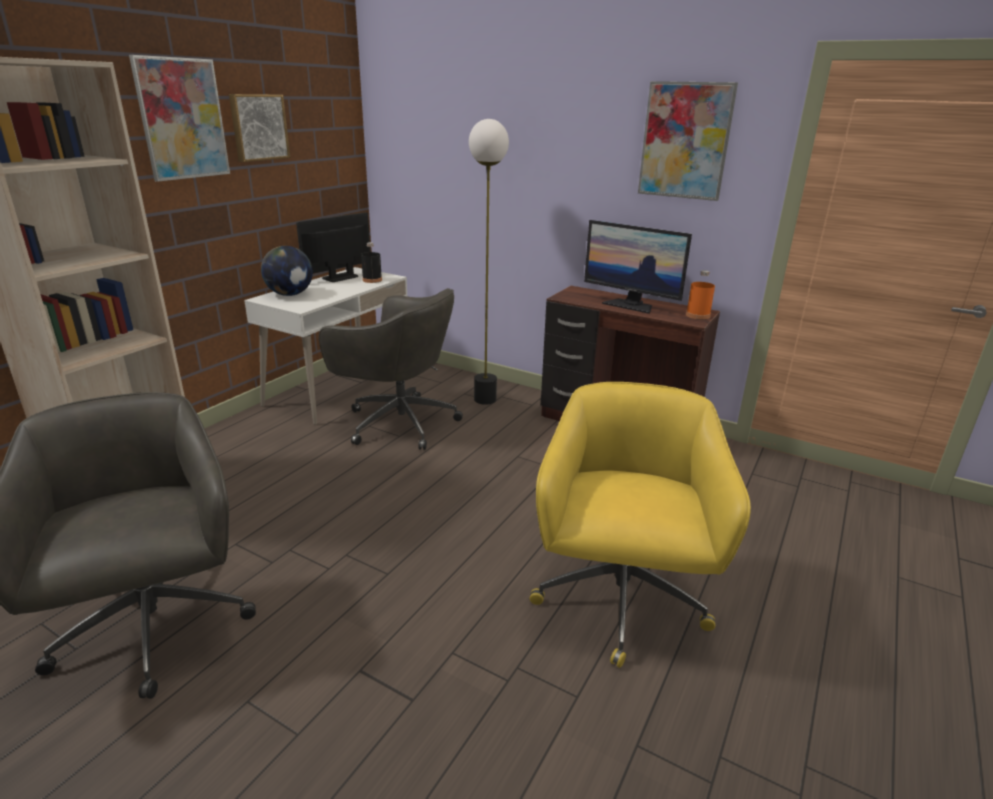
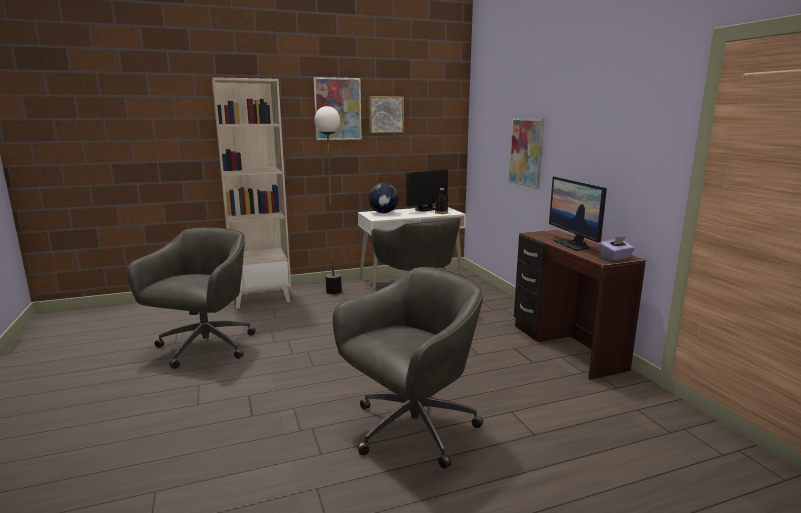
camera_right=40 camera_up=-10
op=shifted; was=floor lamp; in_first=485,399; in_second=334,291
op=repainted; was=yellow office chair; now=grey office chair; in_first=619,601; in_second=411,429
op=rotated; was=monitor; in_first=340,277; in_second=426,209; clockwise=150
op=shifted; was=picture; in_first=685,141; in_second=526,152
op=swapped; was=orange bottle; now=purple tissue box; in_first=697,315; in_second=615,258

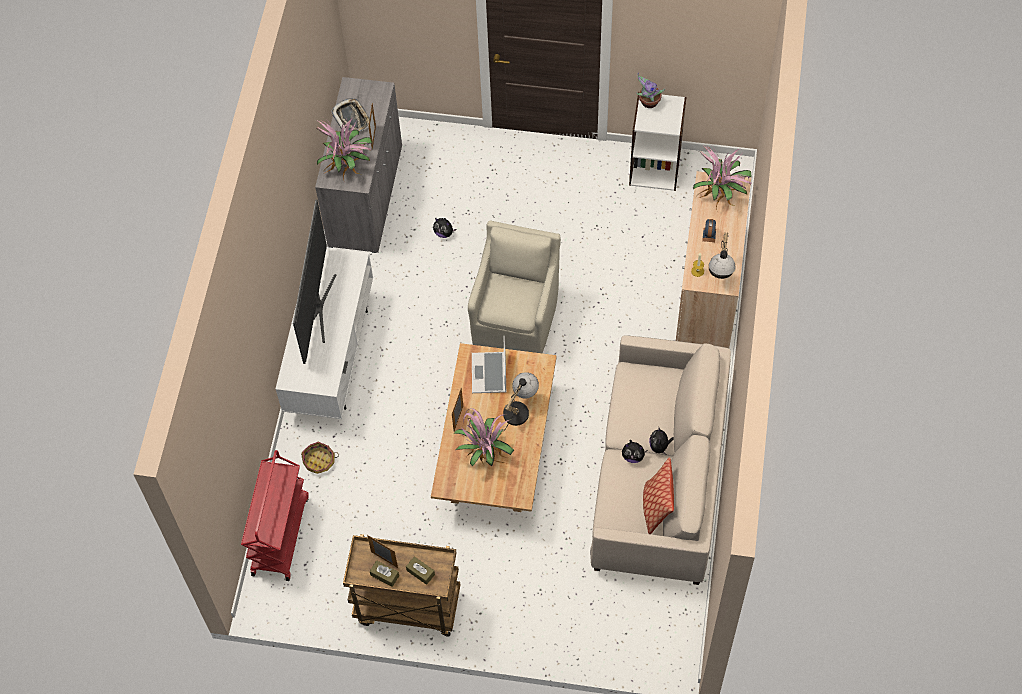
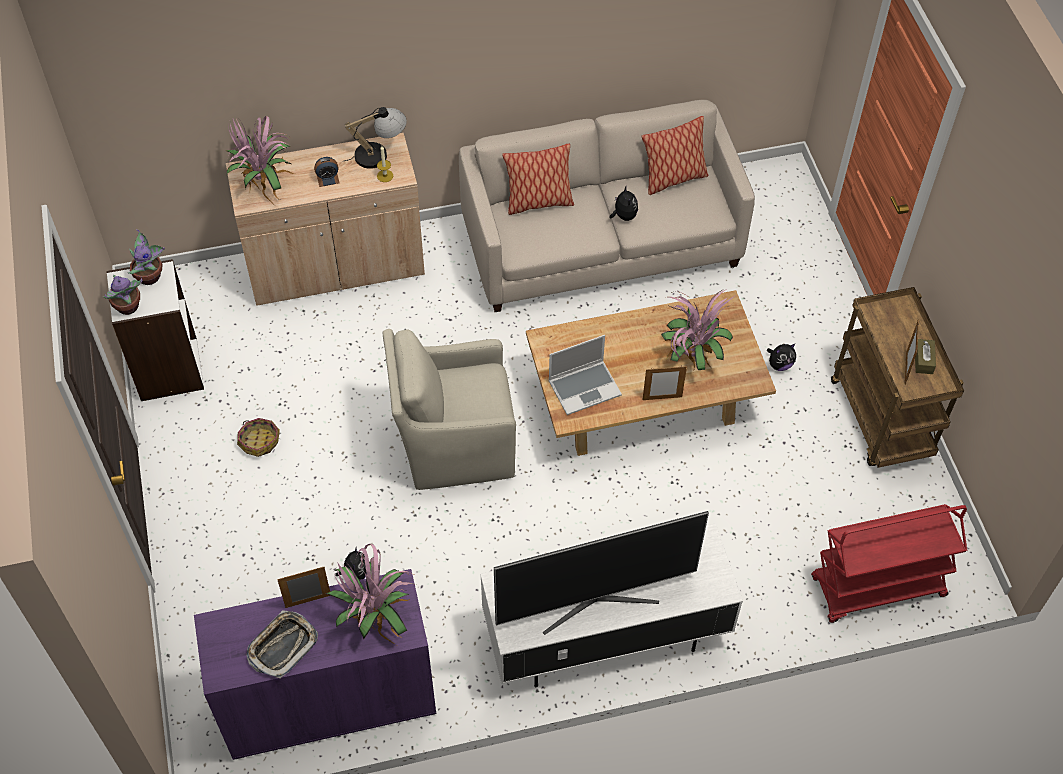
camera_right=-115 camera_up=-5
op=new; now=potted plant; in_second=150,276
op=repainted; was=grey cabinet; now=purple cabinet; in_first=366,196; in_second=329,700
op=shifted; was=basket; in_first=319,461; in_second=259,441
op=new; now=pillow; in_second=538,202
op=shifted; was=plush toy; in_first=659,446; in_second=779,365
op=gone; was=brown tissue box; in_first=420,572
op=gone; was=table lamp; in_first=520,408

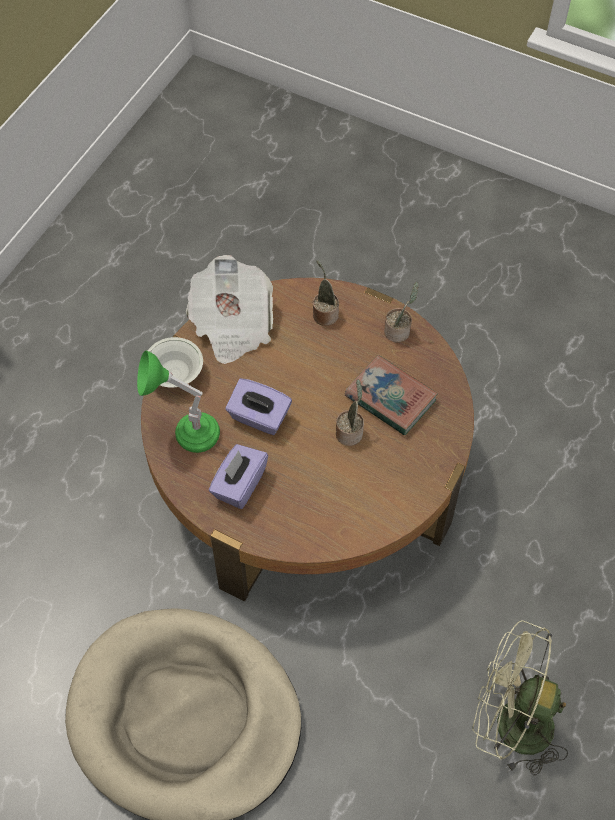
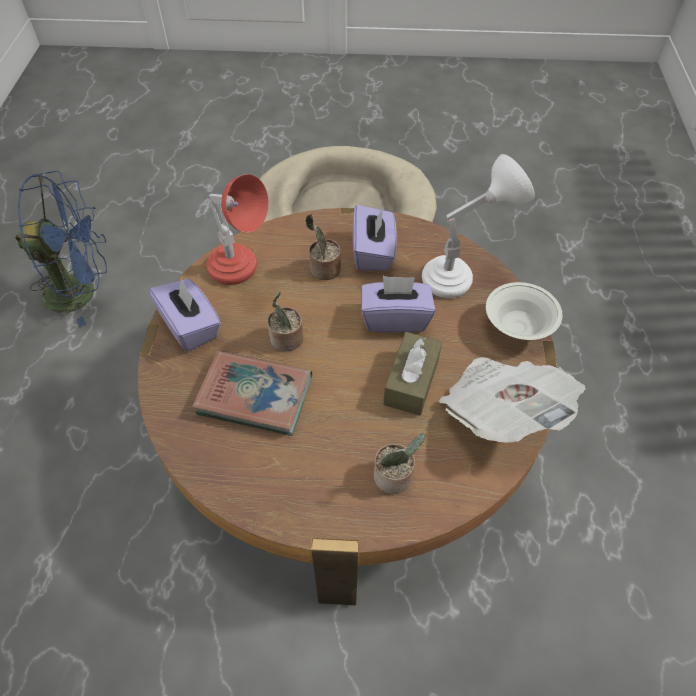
camera_right=155 camera_up=-5
op=repainted; was=green fan; now=blue fan; in_first=510,724; in_second=82,291
op=new; now=purple tissue box; in_second=190,326
op=new; now=red table lamp; in_second=241,276
op=shifted; was=potted plant; in_first=399,331; in_second=323,270
op=new; now=brown tissue box; in_second=411,381
op=repainted; was=green table lamp; now=white table lamp; in_first=184,432; in_second=461,277

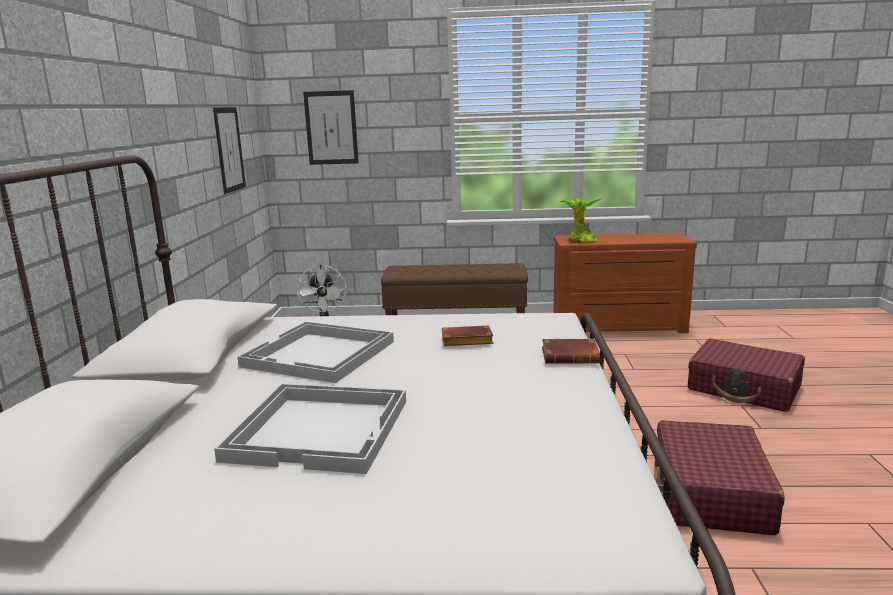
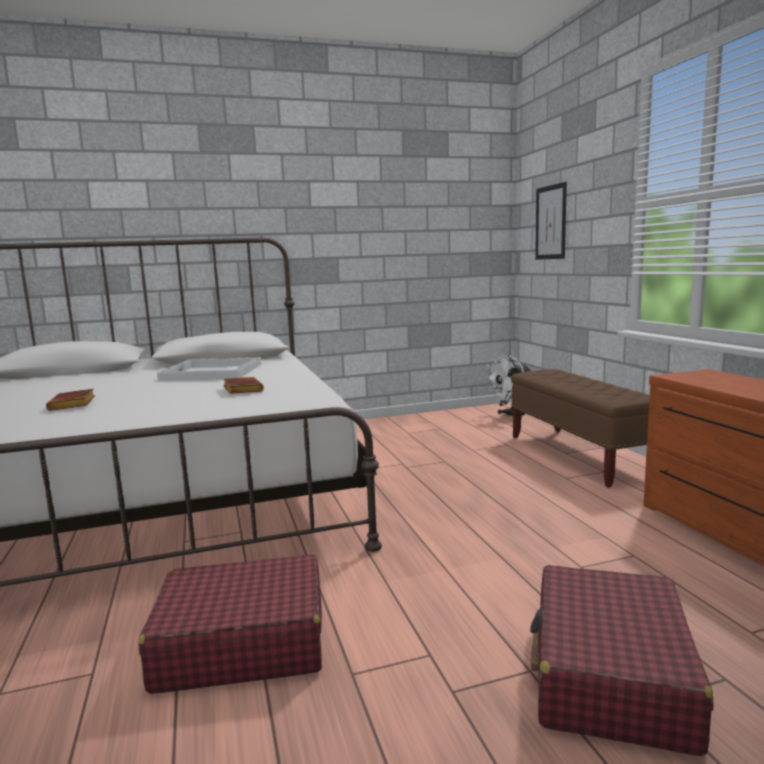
camera_right=70 camera_up=-5
op=shifted; was=brown book; in_first=571,356; in_second=74,405
op=gone; was=picture; in_first=229,149
op=gone; was=white tray; in_first=321,429
op=gone; was=potted plant; in_first=580,240

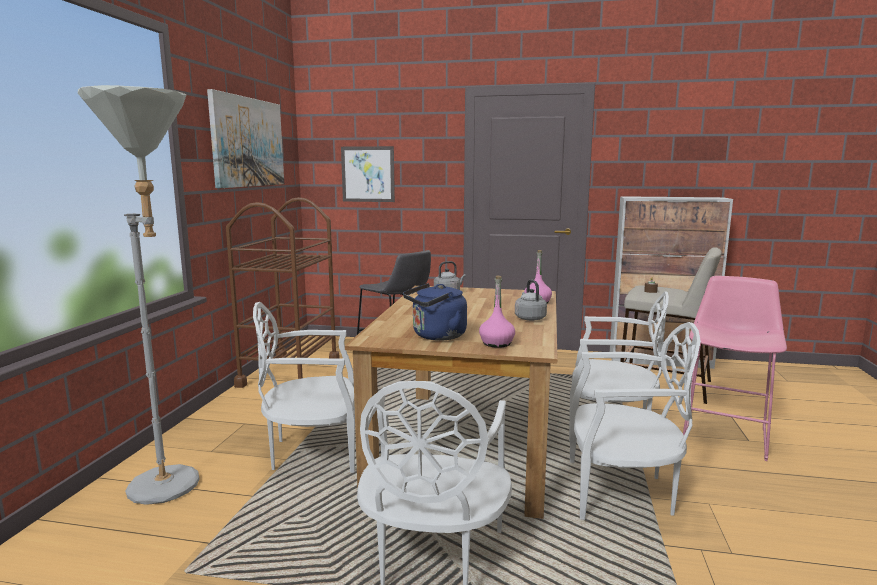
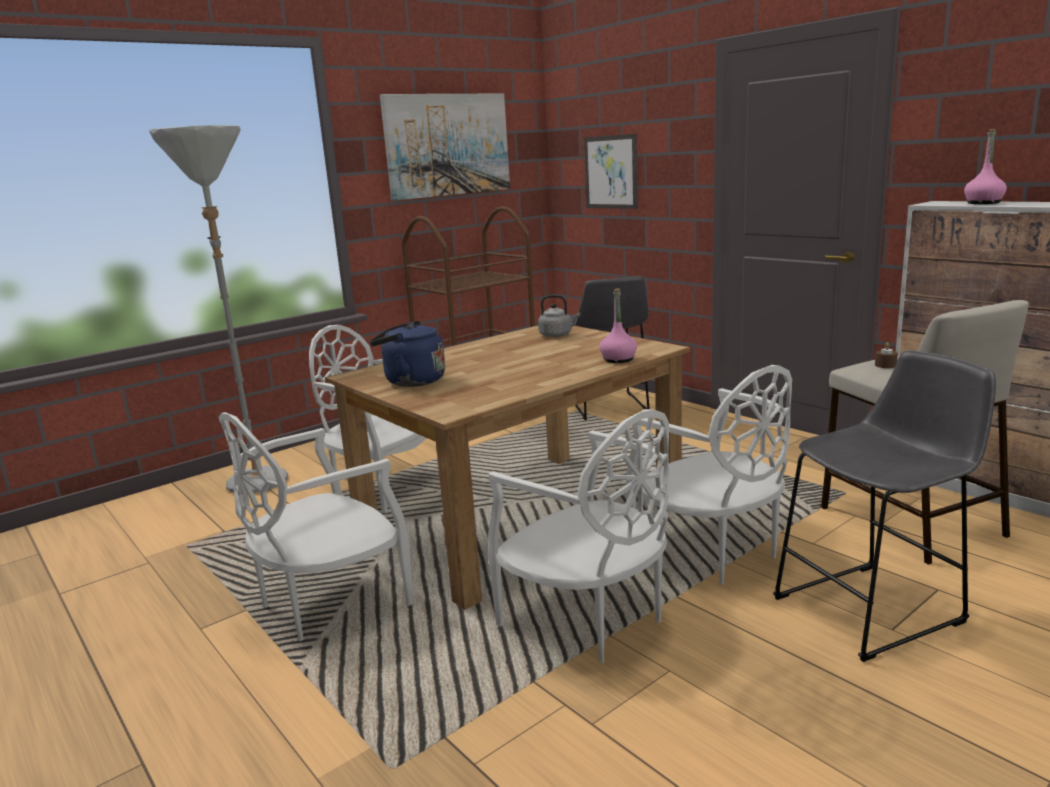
camera_right=40 camera_up=5
op=repainted; was=pink stool; now=grey stool; in_first=726,432; in_second=876,608
op=shifted; was=pink bottle; in_first=497,343; in_second=983,203
op=gone; was=grey kettle; in_first=529,318

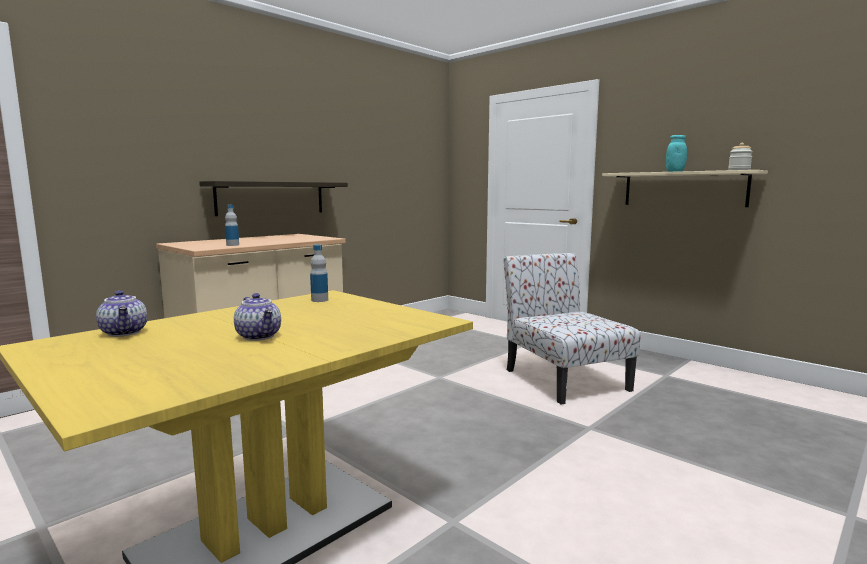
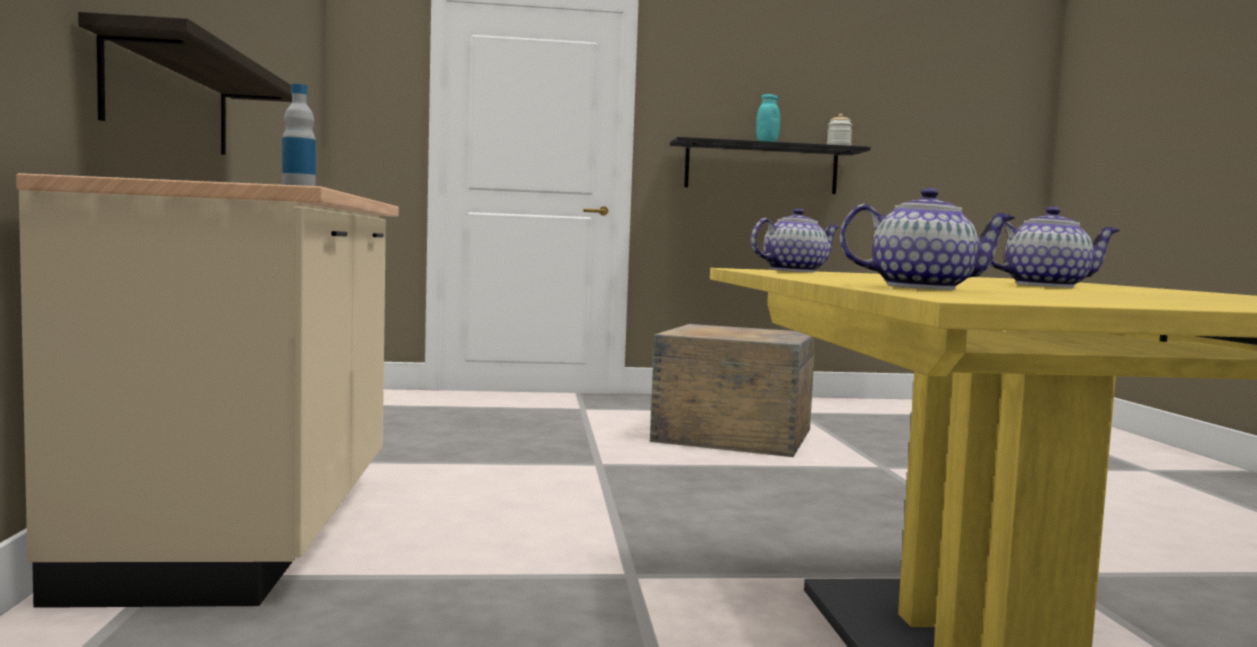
camera_right=-50 camera_up=-5
op=swapped; was=chair; now=crate; in_first=563,379; in_second=732,434
op=repainted; was=beige shelf; now=black shelf; in_first=683,189; in_second=761,168
op=swapped; was=bottle; now=teapot; in_first=319,300; in_second=793,271

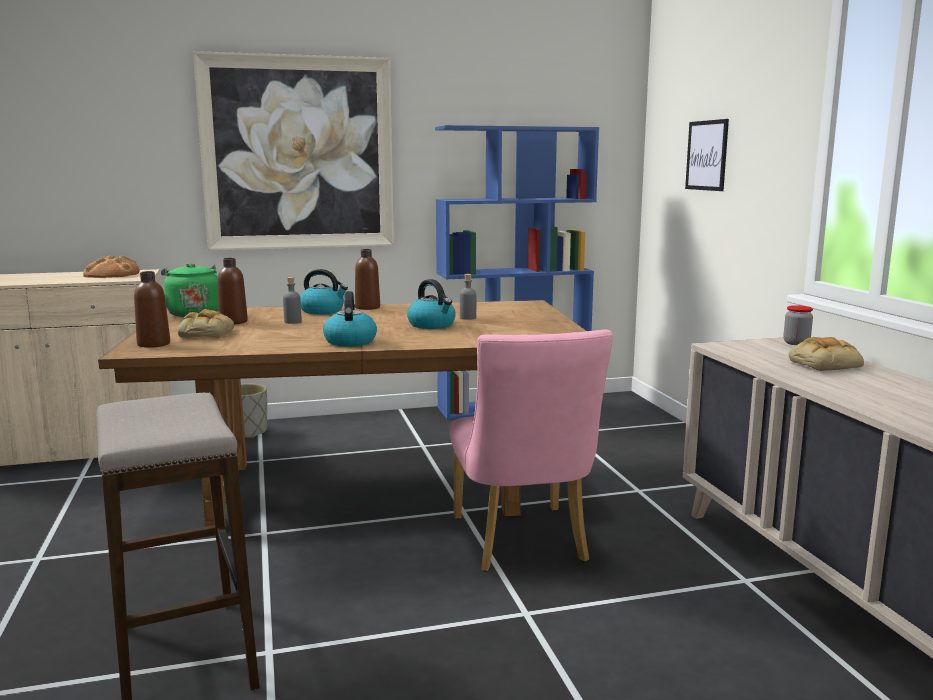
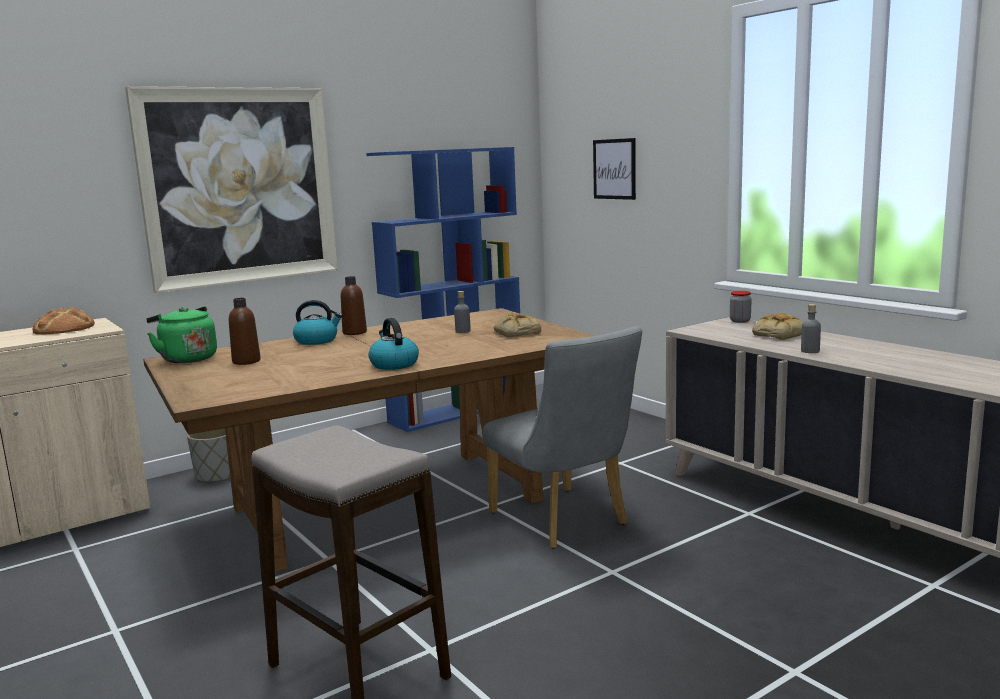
camera_right=-20 camera_up=0
op=repainted; was=pink chair; now=grey chair; in_first=522,544; in_second=565,521
op=shifted; was=bread; in_first=206,333; in_second=516,332
op=shifted; was=grey bottle; in_first=292,322; in_second=810,351
op=gone; was=brown bottle; in_first=153,344
op=gone; was=kettle; in_first=432,325

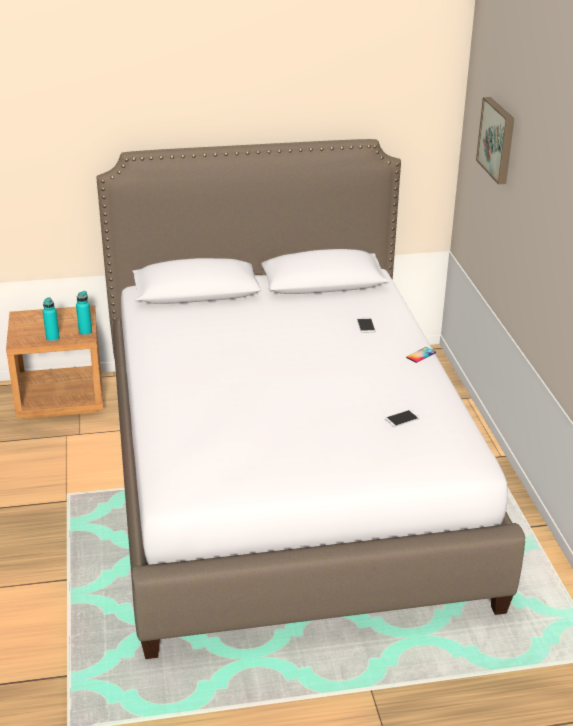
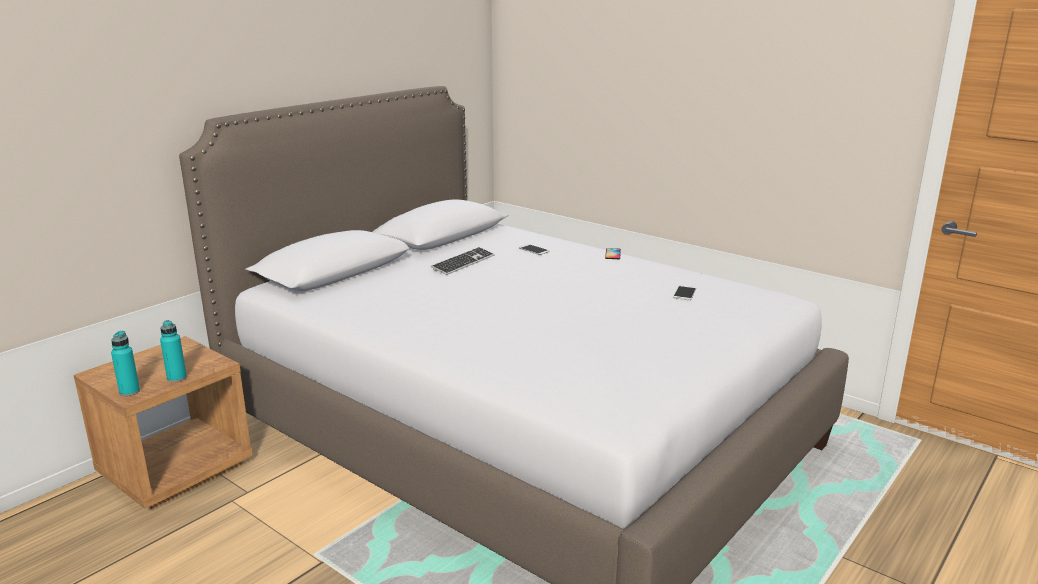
camera_right=-40 camera_up=-10
op=shifted; was=turquoise bottle; in_first=85,332; in_second=129,391
op=new; now=keyboard; in_second=463,263
op=gone; was=picture; in_first=498,140

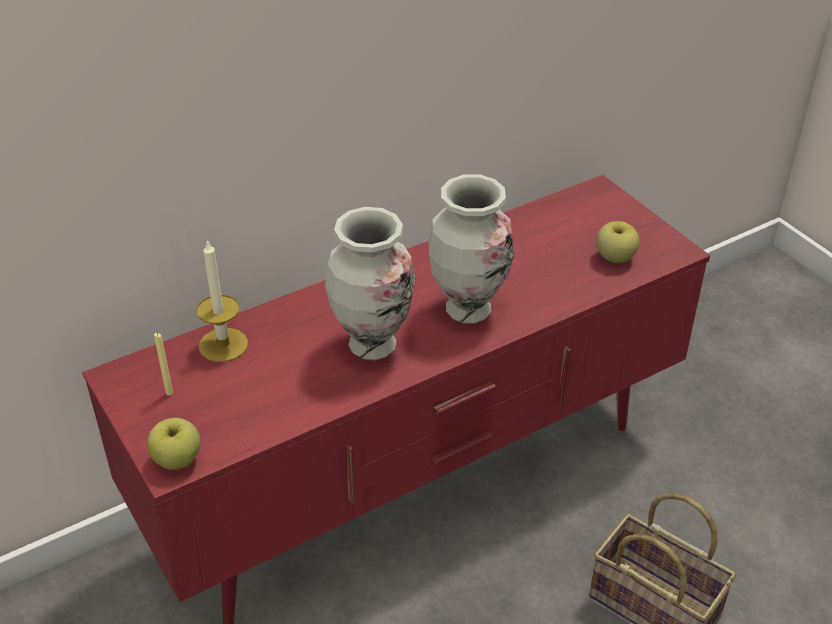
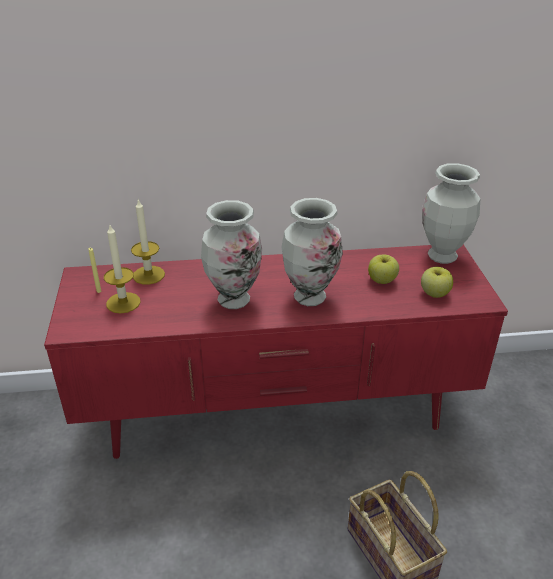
camera_right=25 camera_up=-5
op=new; now=candle; in_second=123,302
op=shifted; was=apple; in_first=177,460; in_second=382,280
op=new; now=vase; in_second=442,256

